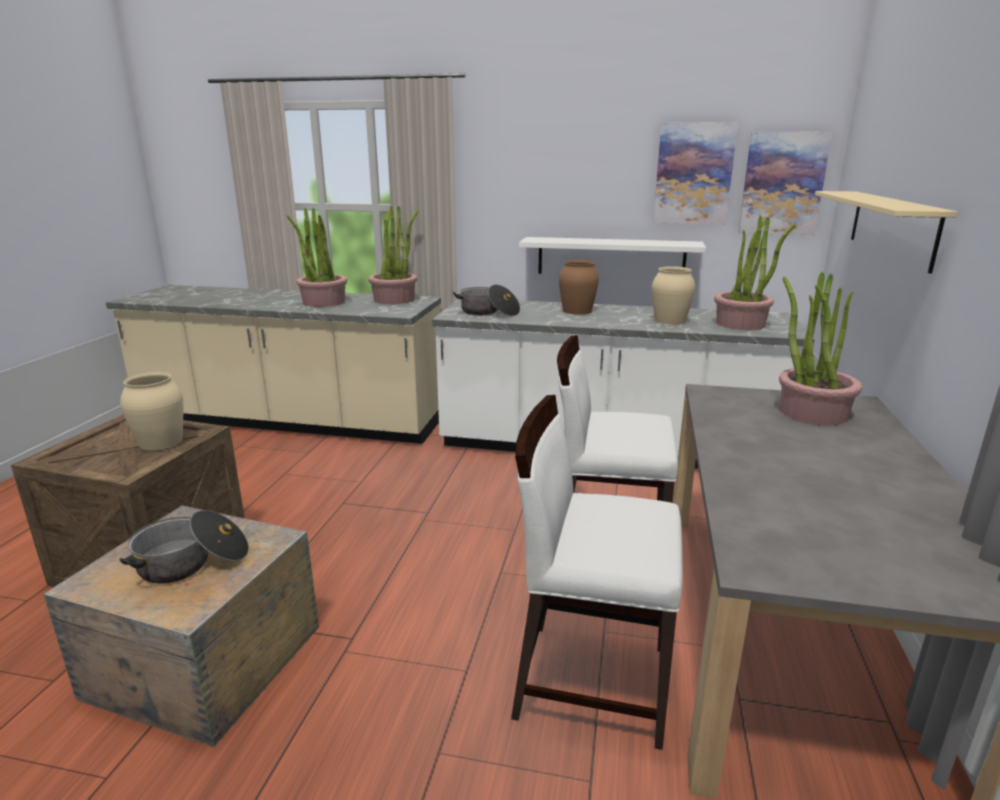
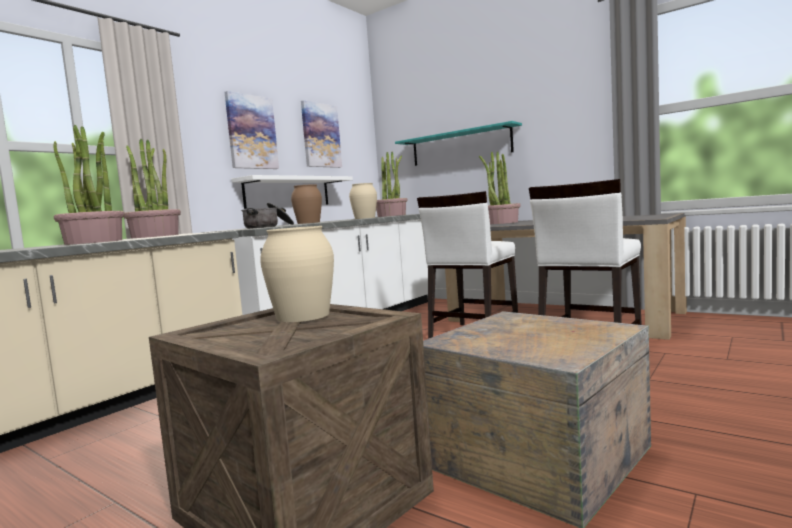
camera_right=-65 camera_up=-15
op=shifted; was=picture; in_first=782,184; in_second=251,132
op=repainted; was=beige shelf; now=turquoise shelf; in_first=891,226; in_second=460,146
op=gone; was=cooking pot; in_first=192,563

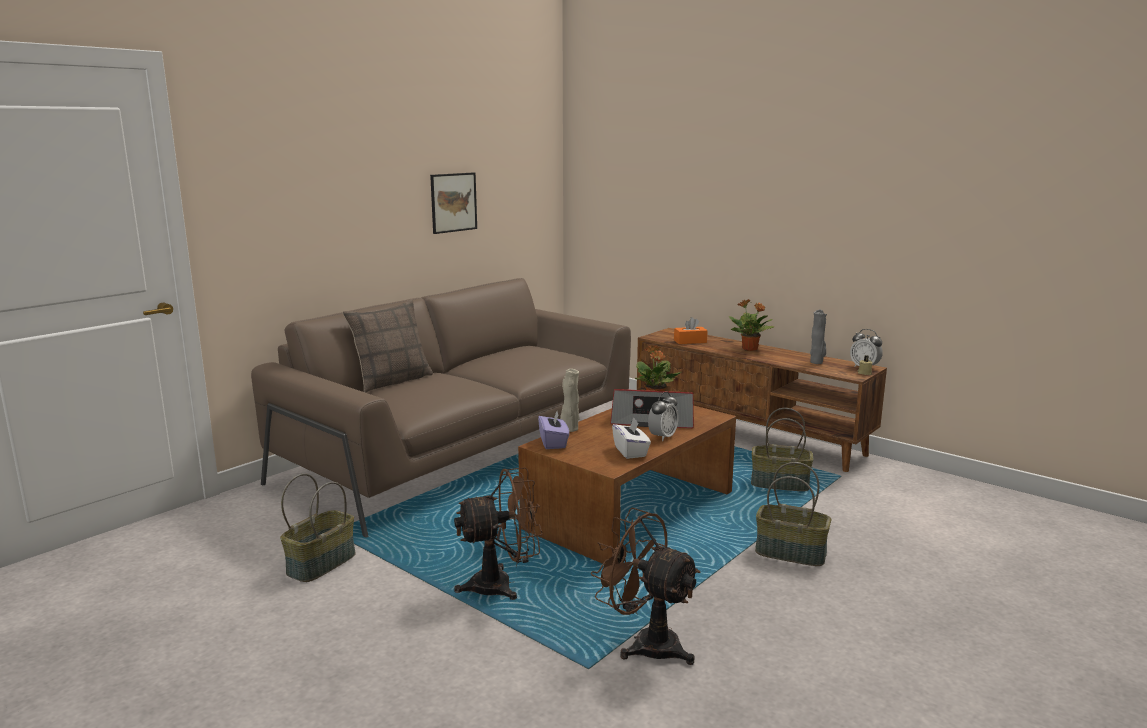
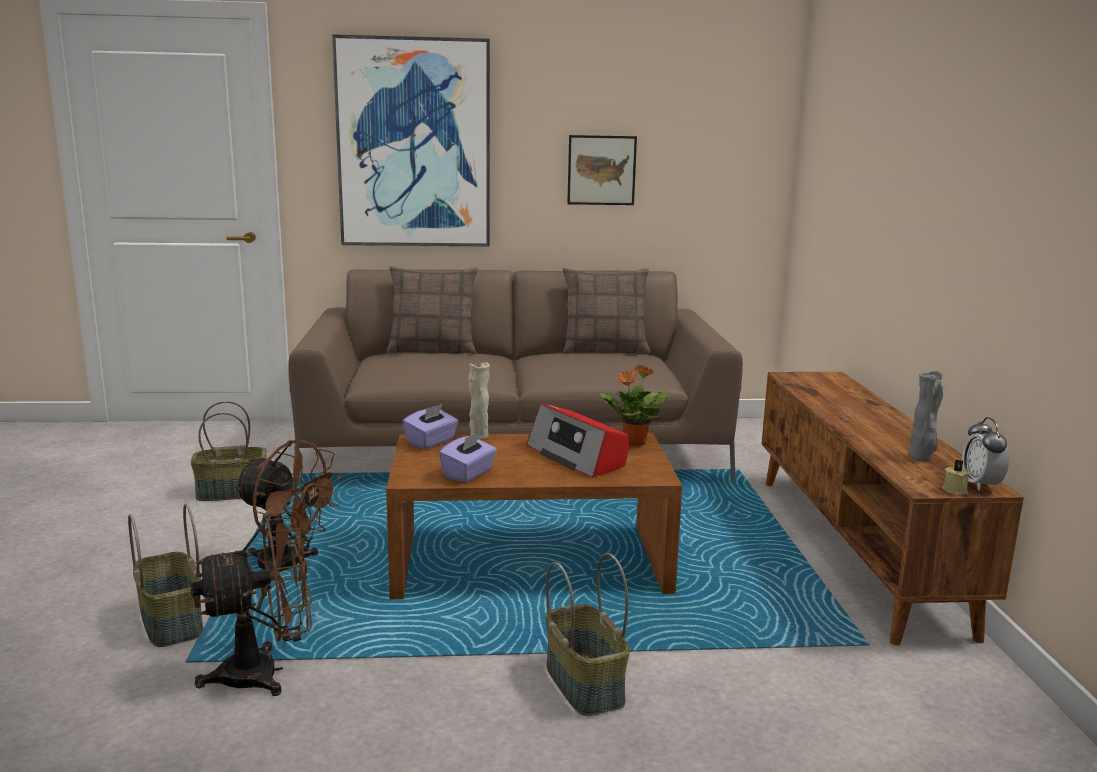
camera_right=45 camera_up=0
op=shifted; was=basket; in_first=779,484; in_second=170,622
op=rotated; was=brown fan; in_first=646,643; in_second=265,672; clockwise=75
op=new; now=picture; in_second=414,144
op=repainted; was=white tissue box; now=purple tissue box; in_first=631,451; in_second=468,474
op=new; now=pillow; in_second=605,350
op=gone; was=alarm clock; in_first=662,437
op=gone; was=orange tissue box; in_first=690,341
op=gone; was=potted plant; in_first=750,349

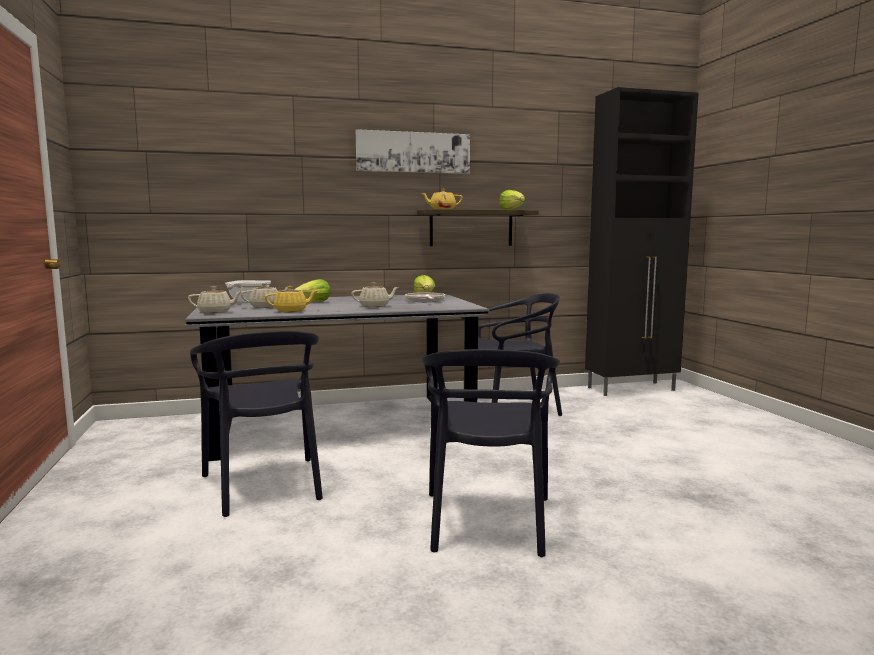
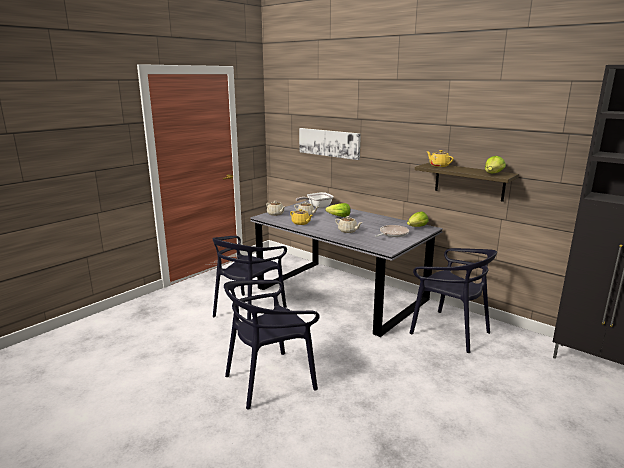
camera_right=55 camera_up=10
op=shifted; was=picture; in_first=413,152; in_second=329,143

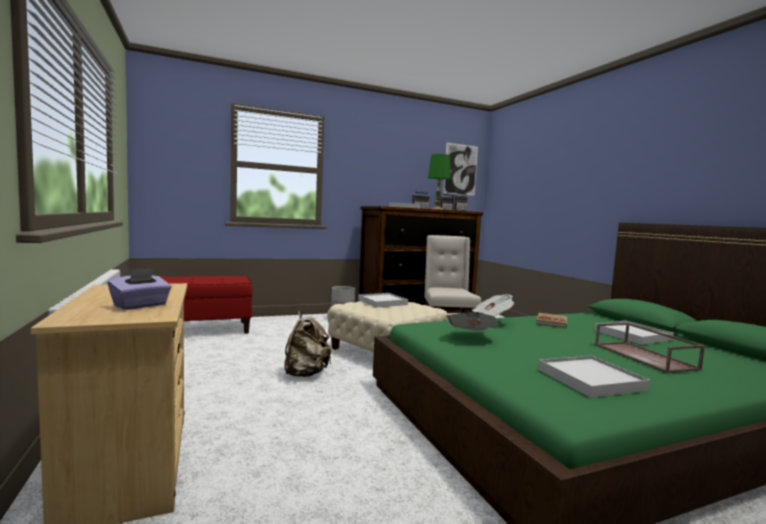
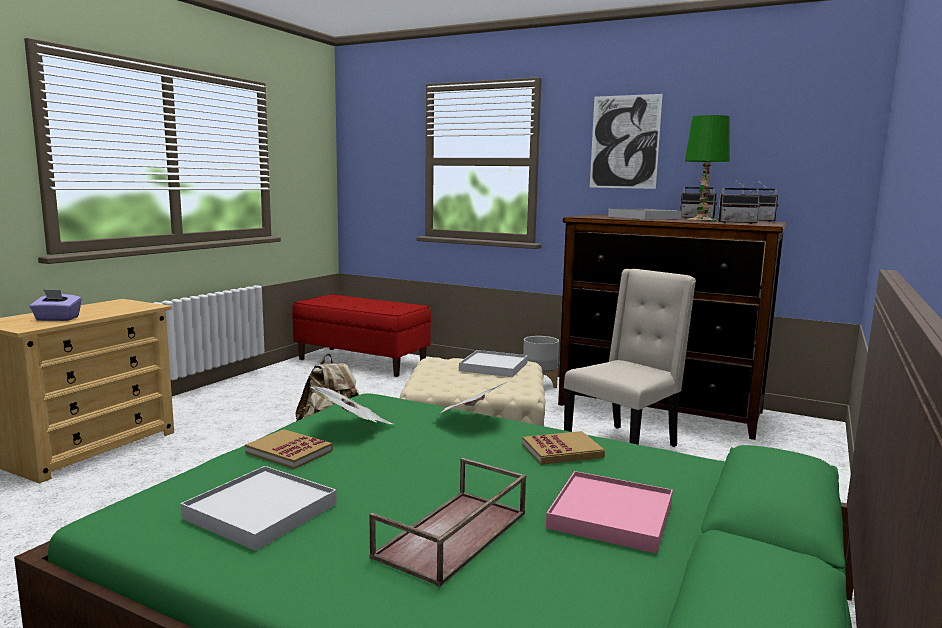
camera_right=50 camera_up=5
op=new; now=book; in_second=289,452
op=repainted; was=white tray; now=pink tray; in_first=632,335; in_second=610,515
op=shifted; was=picture; in_first=460,169; in_second=624,142

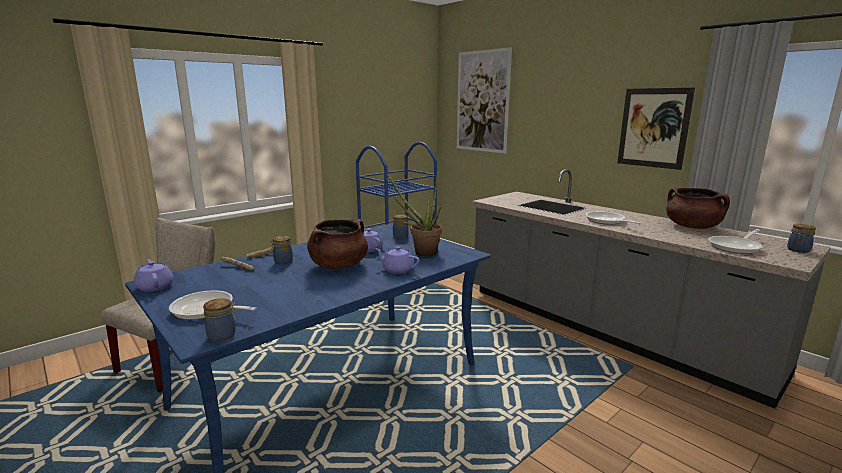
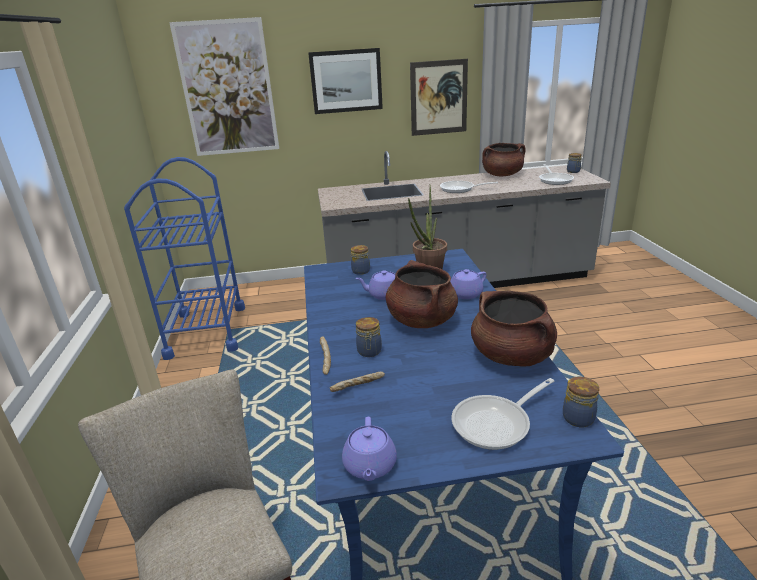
camera_right=-55 camera_up=10
op=new; now=picture; in_second=346,81
op=rotated; was=purple teapot; in_first=155,286; in_second=370,466; clockwise=-90
op=new; now=brown cooking pot; in_second=512,355

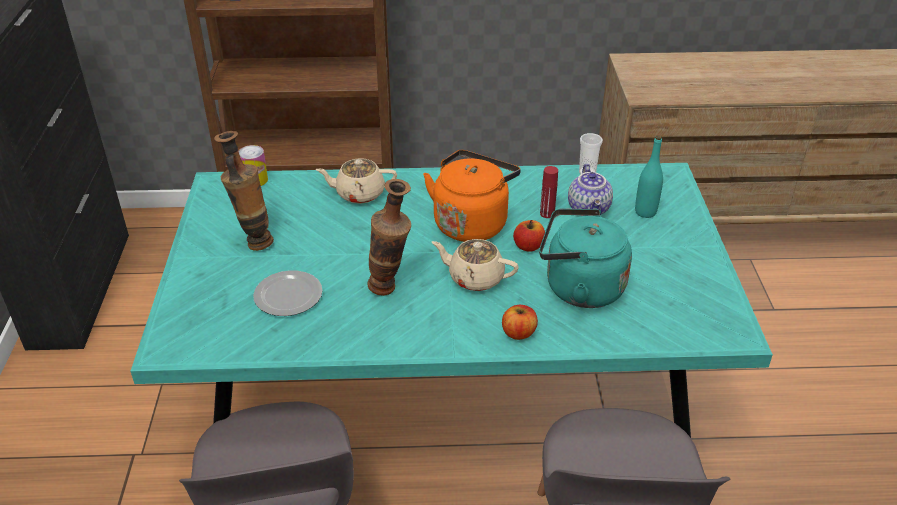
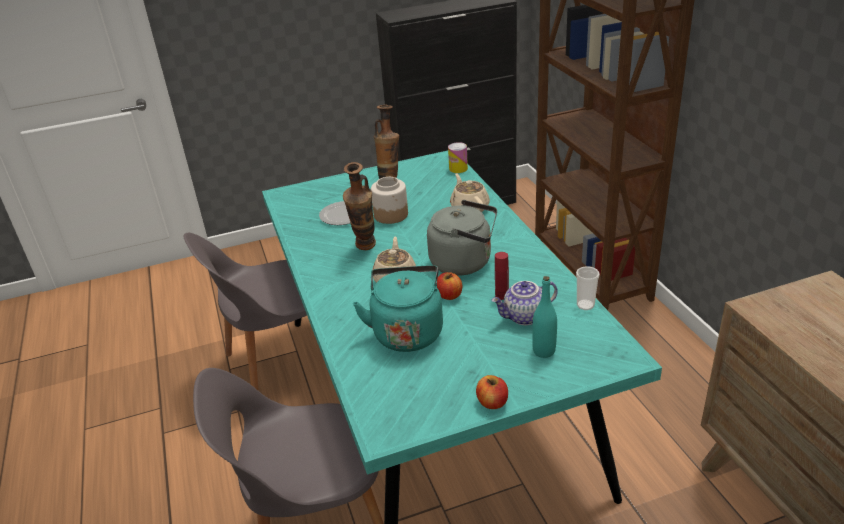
camera_right=75 camera_up=-5
op=new; now=jar; in_second=391,215
op=repainted; was=orange kettle; now=grey kettle; in_first=472,222; in_second=465,262
op=shifted; was=apple; in_first=518,333; in_second=492,402

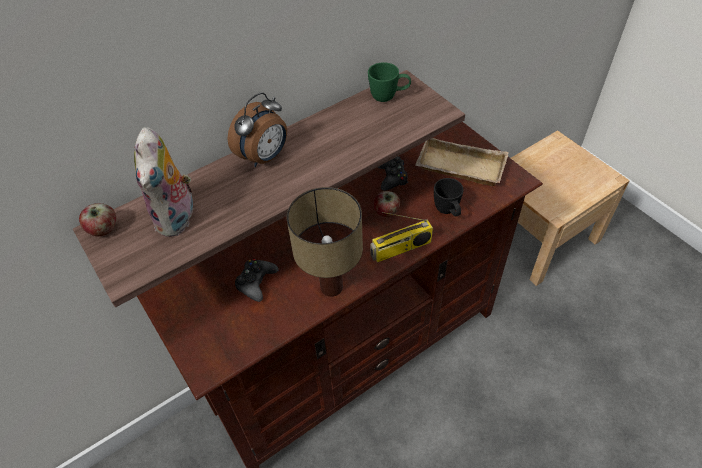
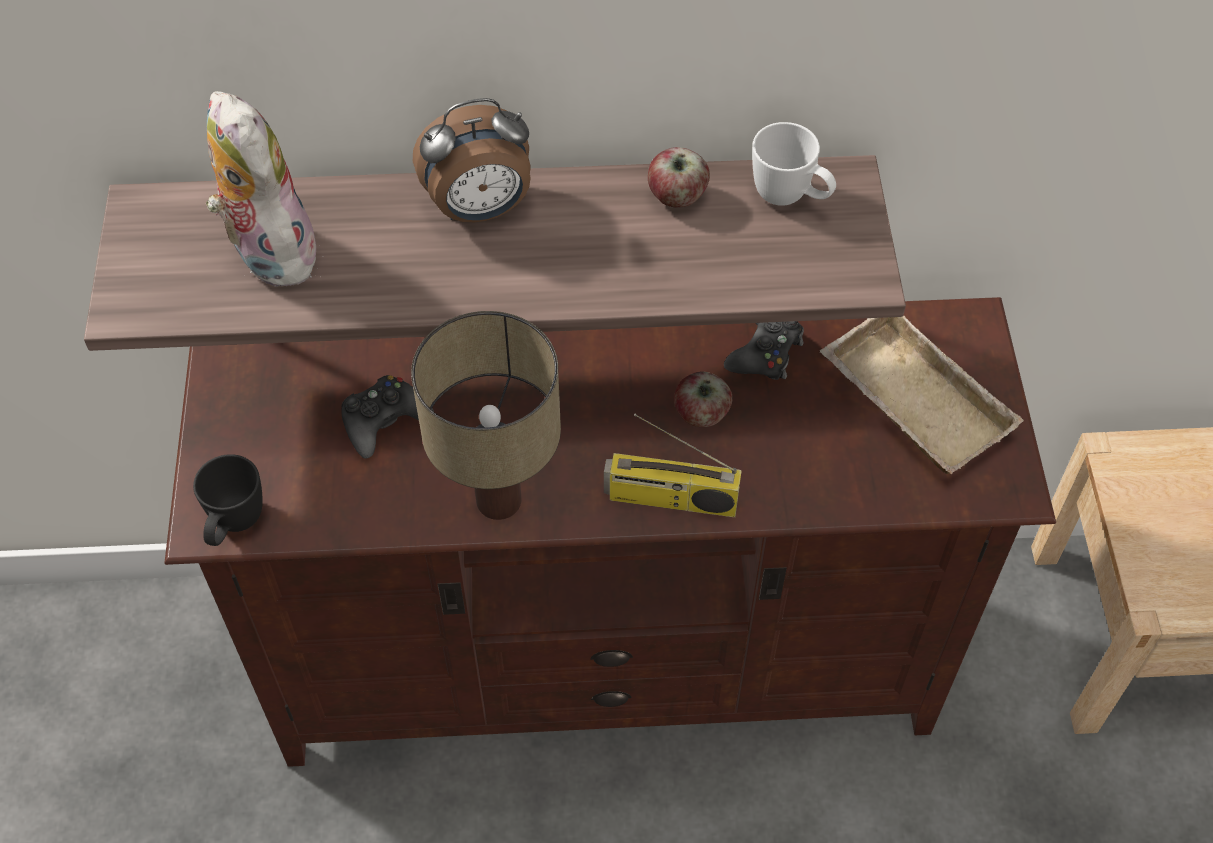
camera_right=30 camera_up=5
op=shifted; was=black mug; in_first=448,212; in_second=234,526
op=rotated; was=plush toy; in_first=178,218; in_second=268,250; clockwise=120
op=shifted; was=apple; in_first=103,229; in_second=676,196
op=repainted; was=green mug; now=white mug; in_first=389,97; in_second=790,198

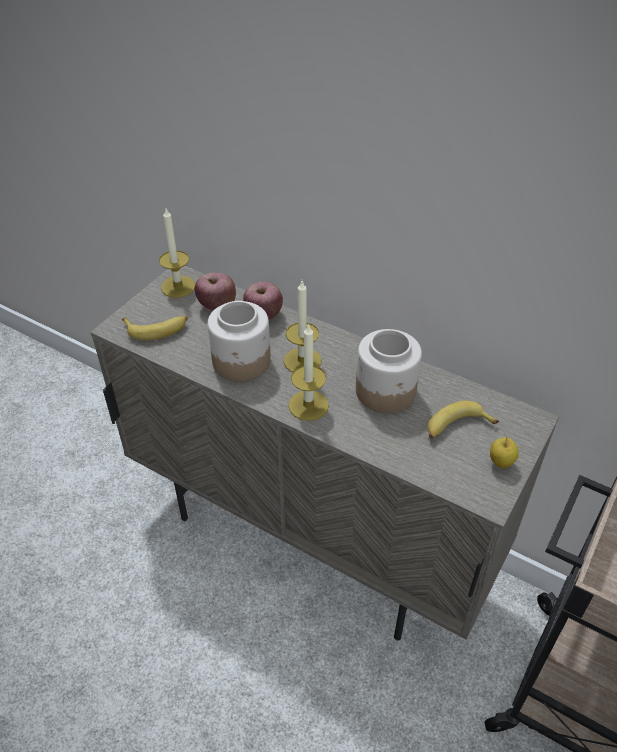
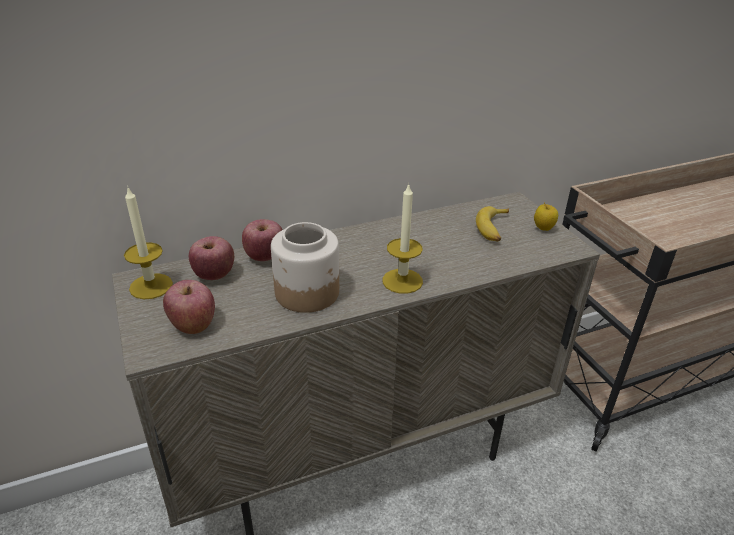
camera_right=-55 camera_up=-10
op=swapped; was=banana; now=apple; in_first=157,329; in_second=193,324
op=gone; was=candle; in_first=302,361
op=gone; was=jar; in_first=386,391

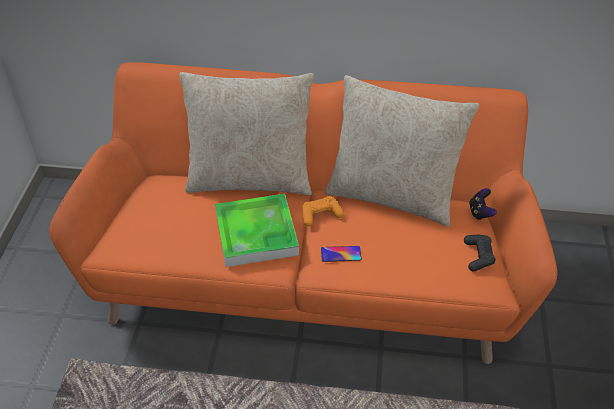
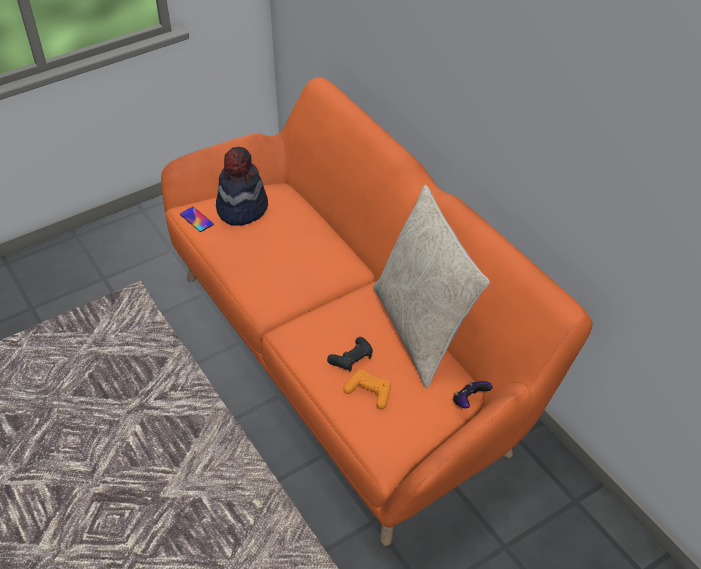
camera_right=50 camera_up=0
op=shifted; was=phone; in_first=341,254; in_second=196,219
op=new; now=hat; in_second=241,208
op=shifted; was=black game controller; in_first=478,256; in_second=351,359
op=shifted; was=orange game controller; in_first=321,215; in_second=369,393
op=gone; was=beige pillow; in_first=250,179
op=gone; was=tray; in_first=256,233

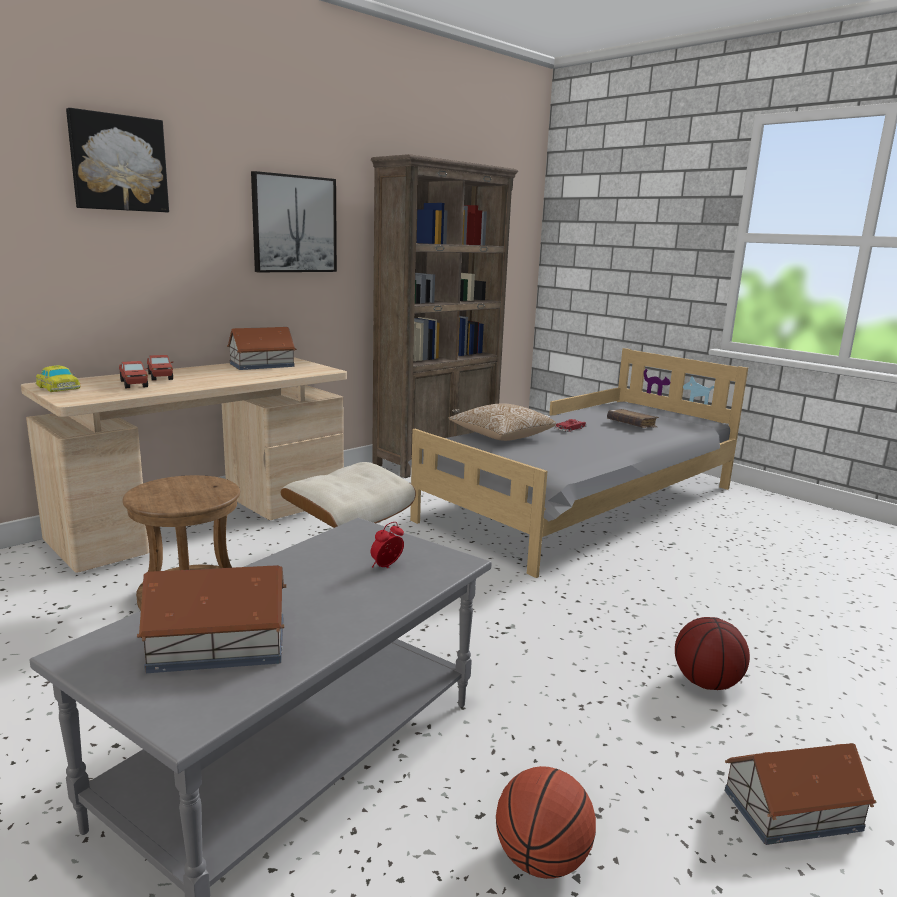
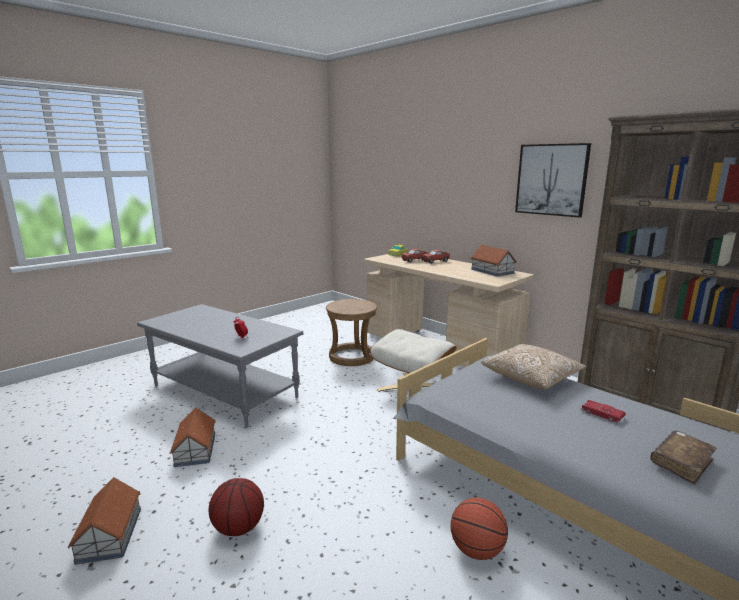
camera_right=90 camera_up=0
op=shifted; was=toy house; in_first=217,644; in_second=196,449
op=shifted; was=basketball; in_first=542,860; in_second=476,550
op=gone; was=picture; in_first=118,163

